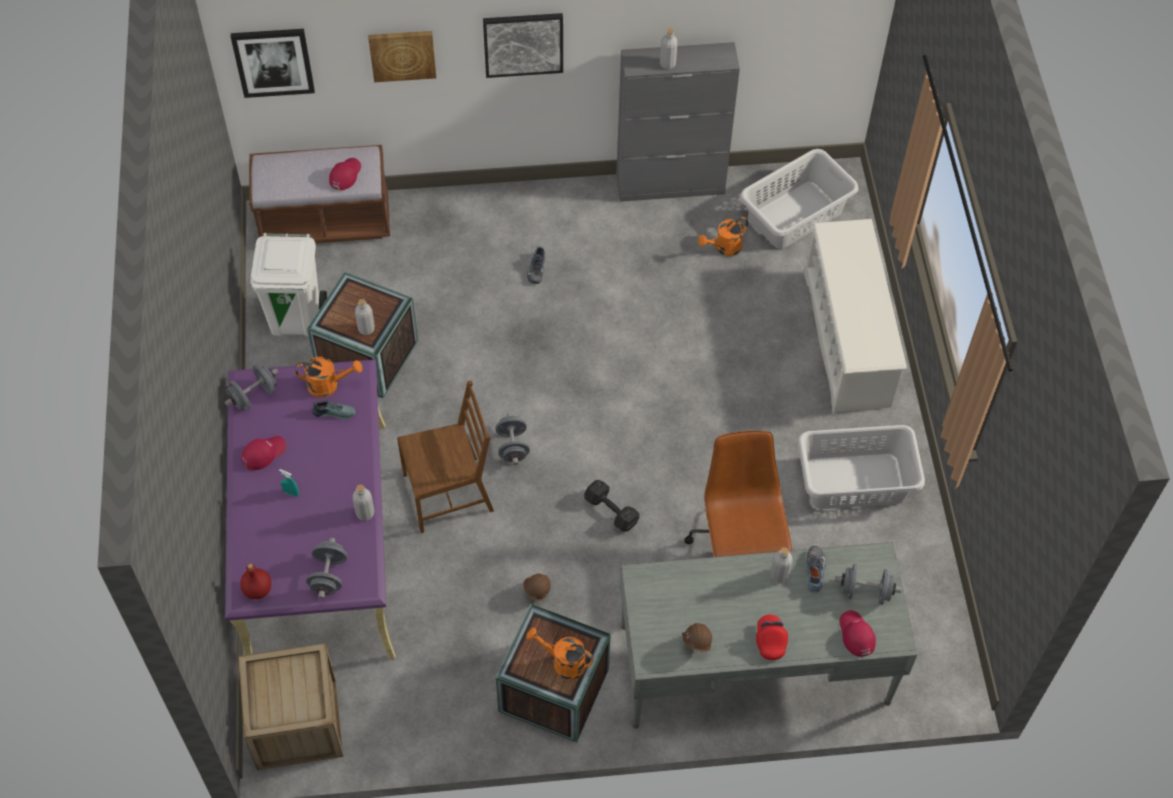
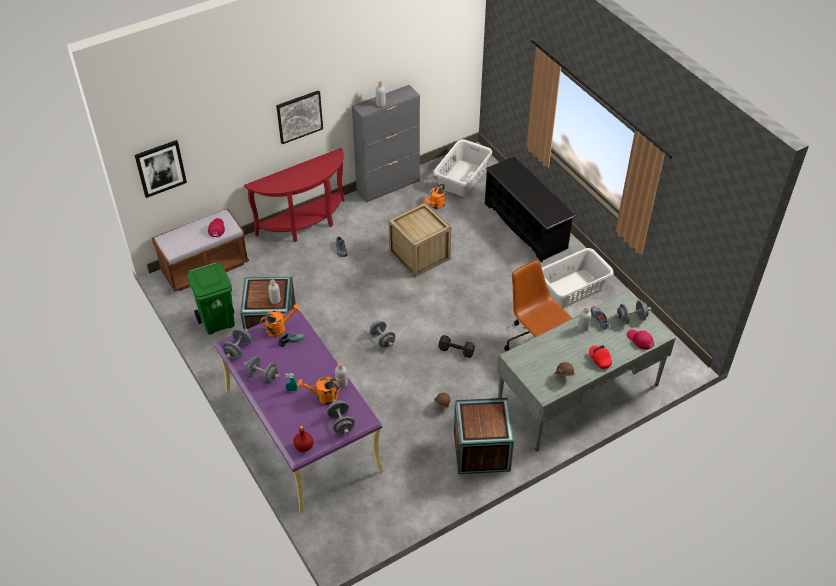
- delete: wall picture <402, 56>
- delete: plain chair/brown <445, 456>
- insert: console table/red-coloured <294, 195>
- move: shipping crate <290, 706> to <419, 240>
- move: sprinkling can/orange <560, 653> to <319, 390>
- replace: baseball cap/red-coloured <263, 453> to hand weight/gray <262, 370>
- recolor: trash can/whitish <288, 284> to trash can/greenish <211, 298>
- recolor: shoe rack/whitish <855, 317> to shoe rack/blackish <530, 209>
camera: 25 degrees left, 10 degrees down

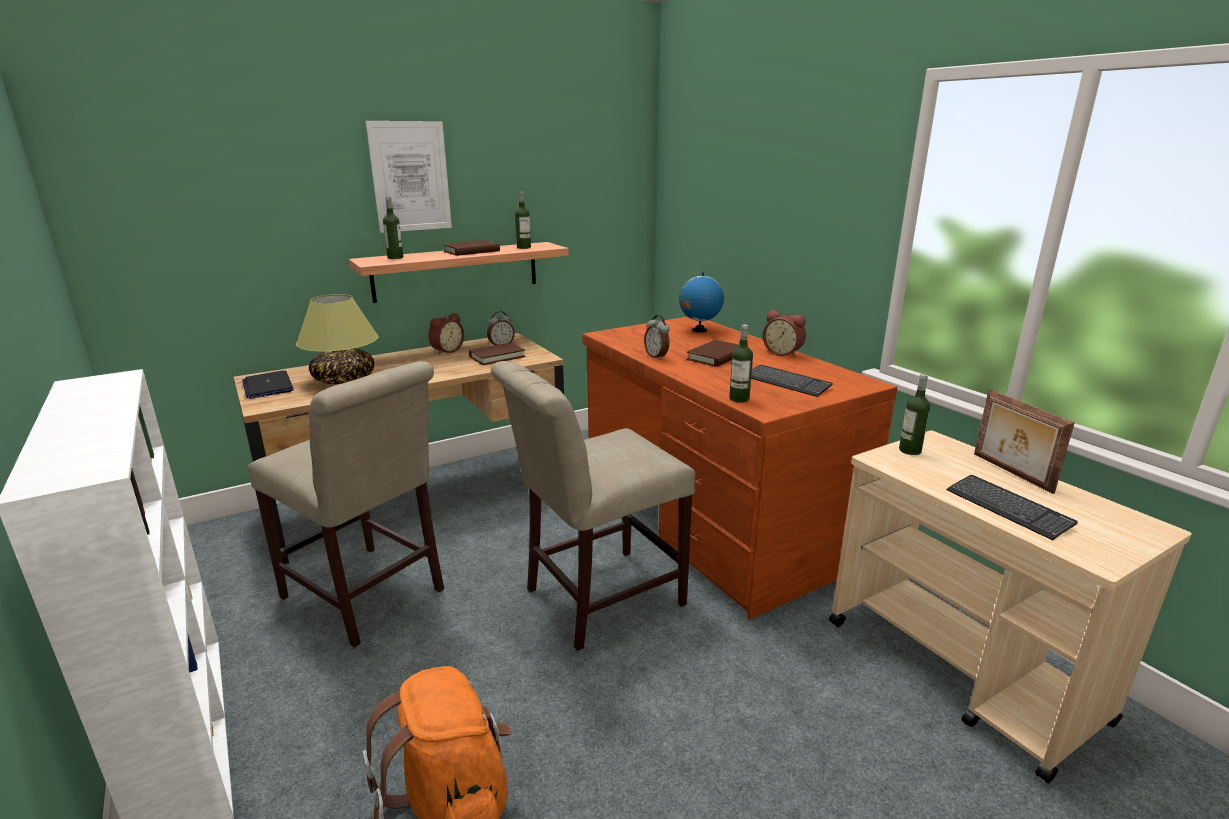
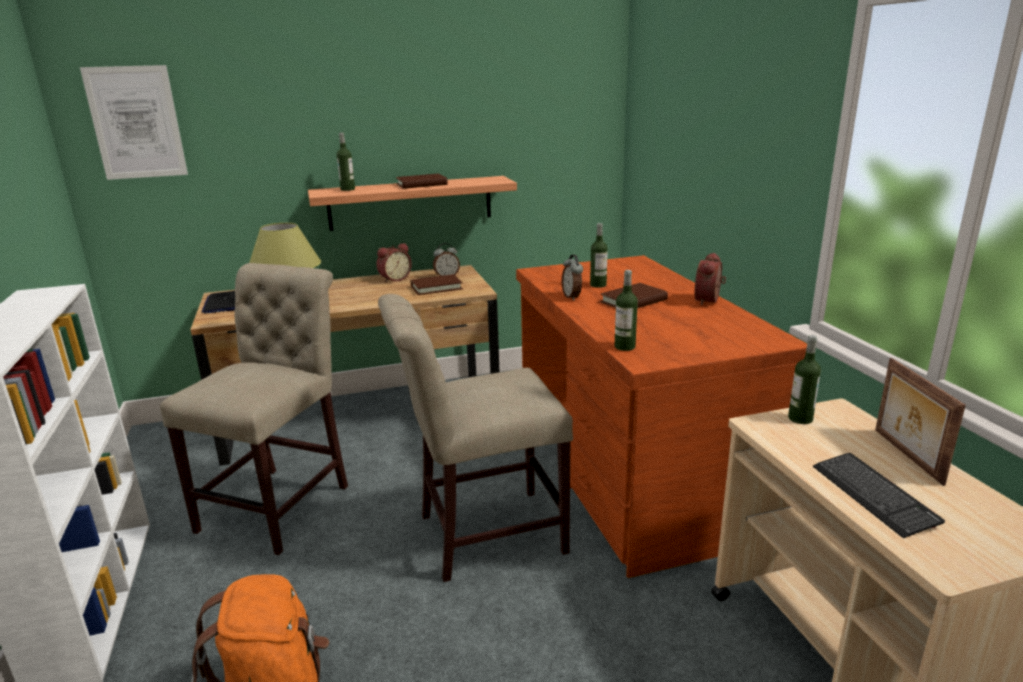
- delete: globe <701, 302>
- delete: computer keyboard <792, 381>
- move: wall picture <409, 177> to <134, 122>
- move: bottle <523, 220> to <599, 255>
- rotate: plain chair/beige <346, 504> = <254, 409> 120 degrees counterclockwise
- rotate: alarm clock <784, 333> = <710, 279> 60 degrees clockwise
camera: 15 degrees right, 0 degrees up

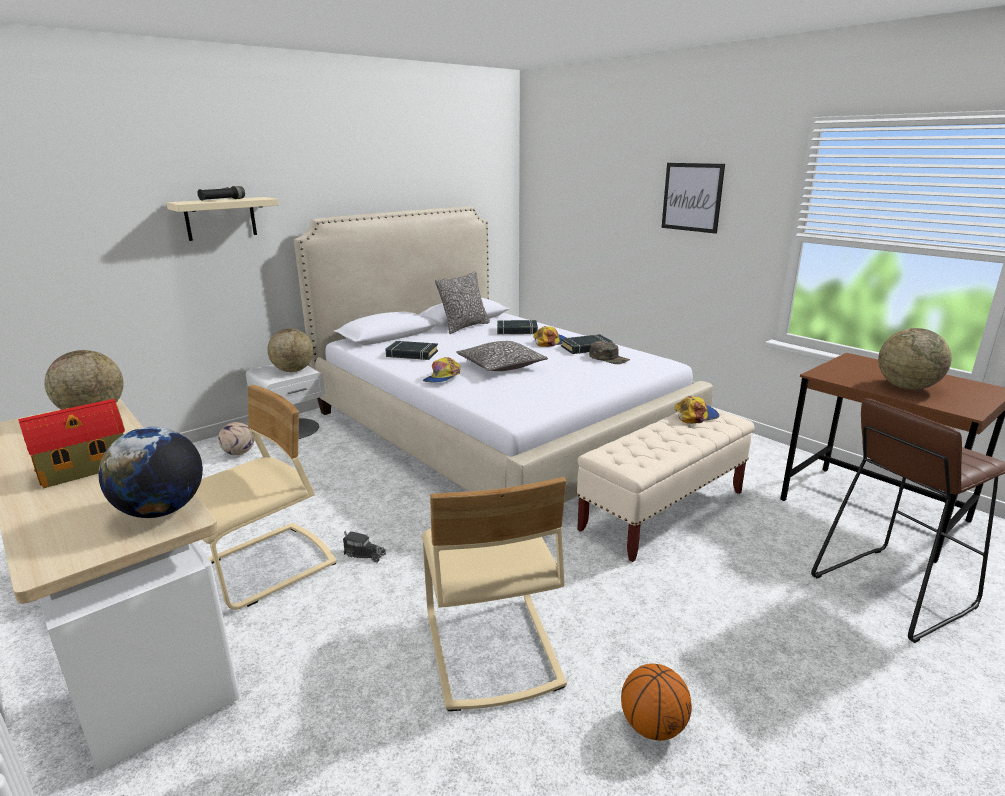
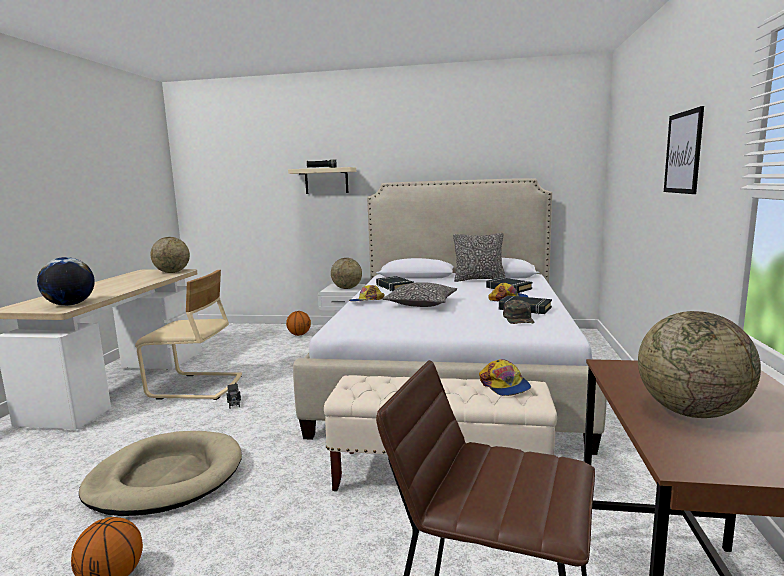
- delete: model house <71, 443>
- replace: ball for football <236, 438> to basketball <298, 323>
- replace: plain chair/beige <494, 594> to dog bed/beige <160, 473>
- rotate: baseball cap <697, 409> = <505, 377> 45 degrees clockwise
camera: 50 degrees right, 10 degrees down

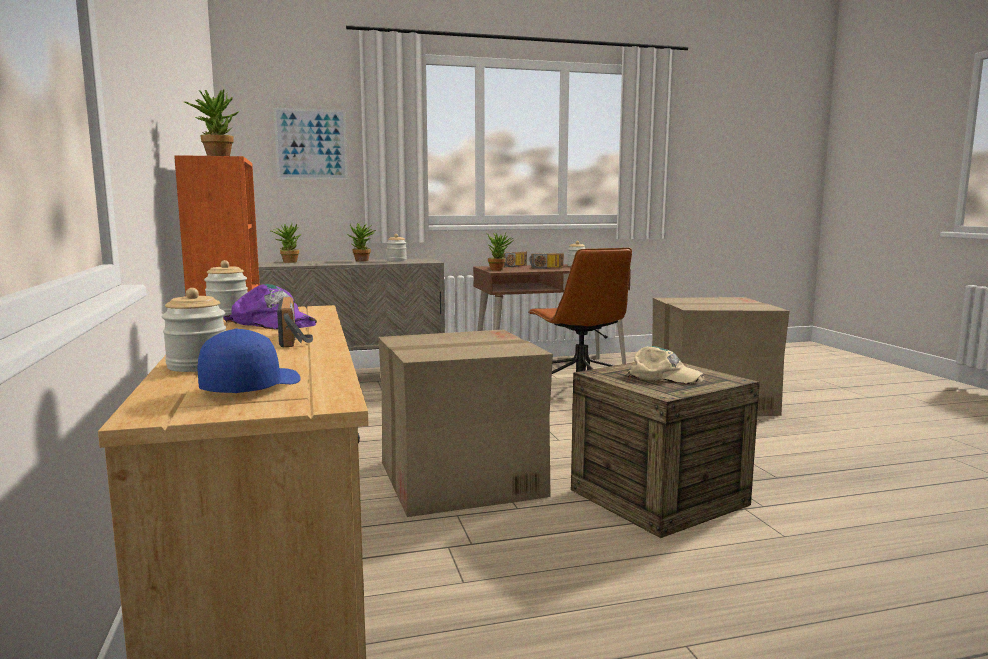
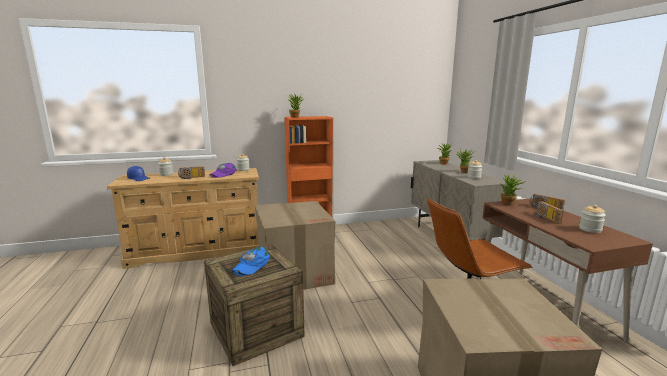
- delete: wall picture <311, 144>
- recolor: baseball cap/beige <665, 365> to baseball cap/bluish <251, 261>
camera: 90 degrees right, 5 degrees up

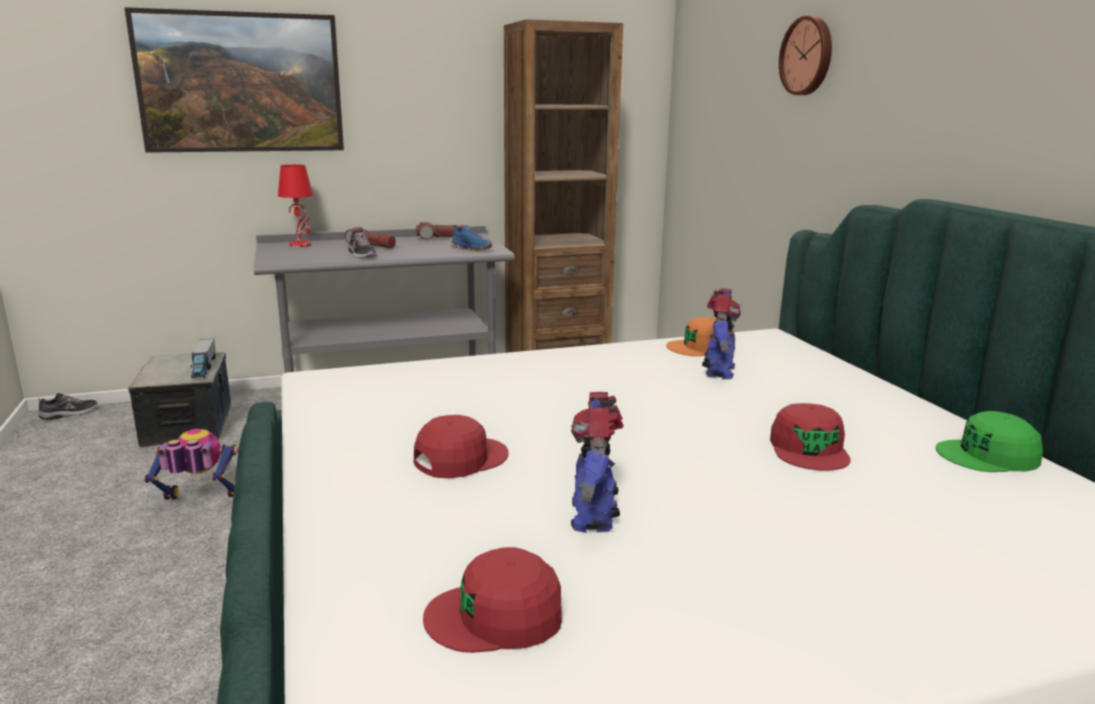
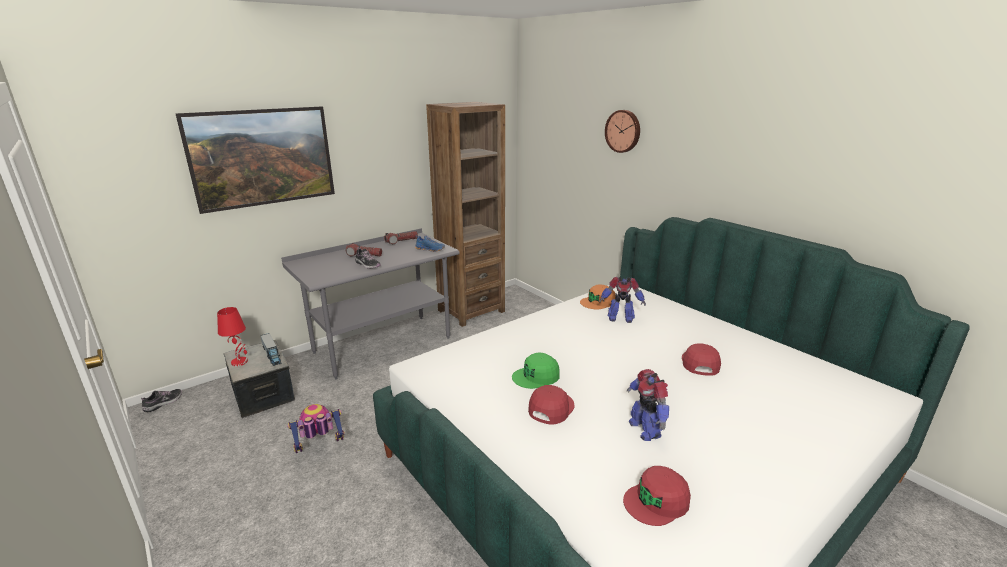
- move: lamp for a table/red-coloured <295, 206> to <232, 337>
- move: baseball cap/greenish <989, 441> to <536, 370>
- rotate: model robot <721, 333> = <622, 300> 105 degrees clockwise
- rotate: baseball cap/red-coloured <810, 437> = <701, 359> 150 degrees counterclockwise
camera: 20 degrees left, 5 degrees up

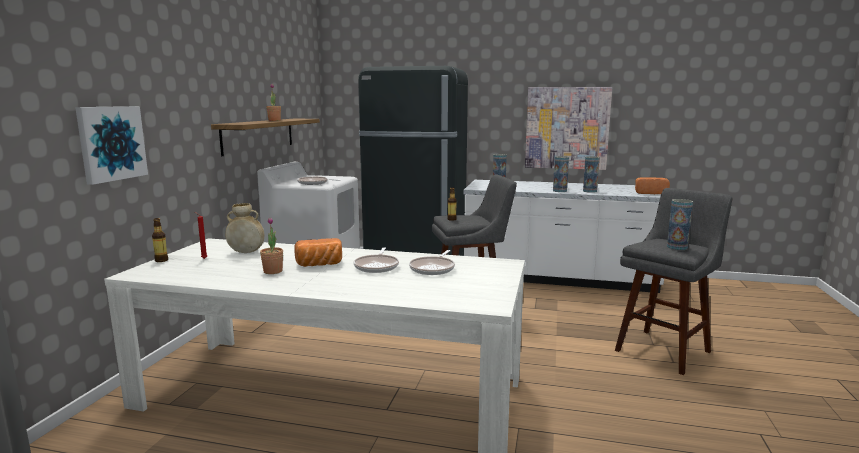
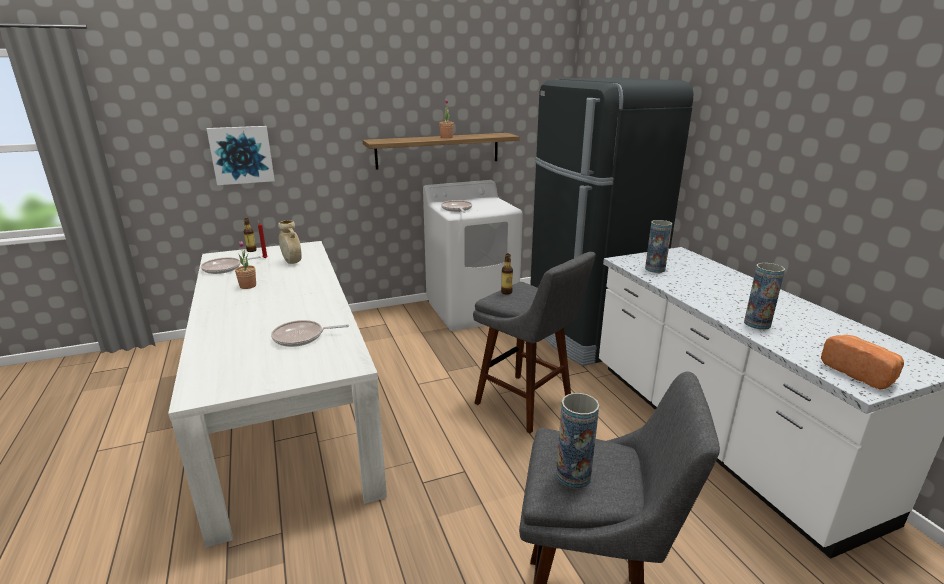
- delete: bakery bread <318, 252>
- delete: wall picture <568, 128>
- delete: decorative vase <561, 174>
- move: skillet <376, 260> to <231, 265>
camera: 55 degrees right, 10 degrees up

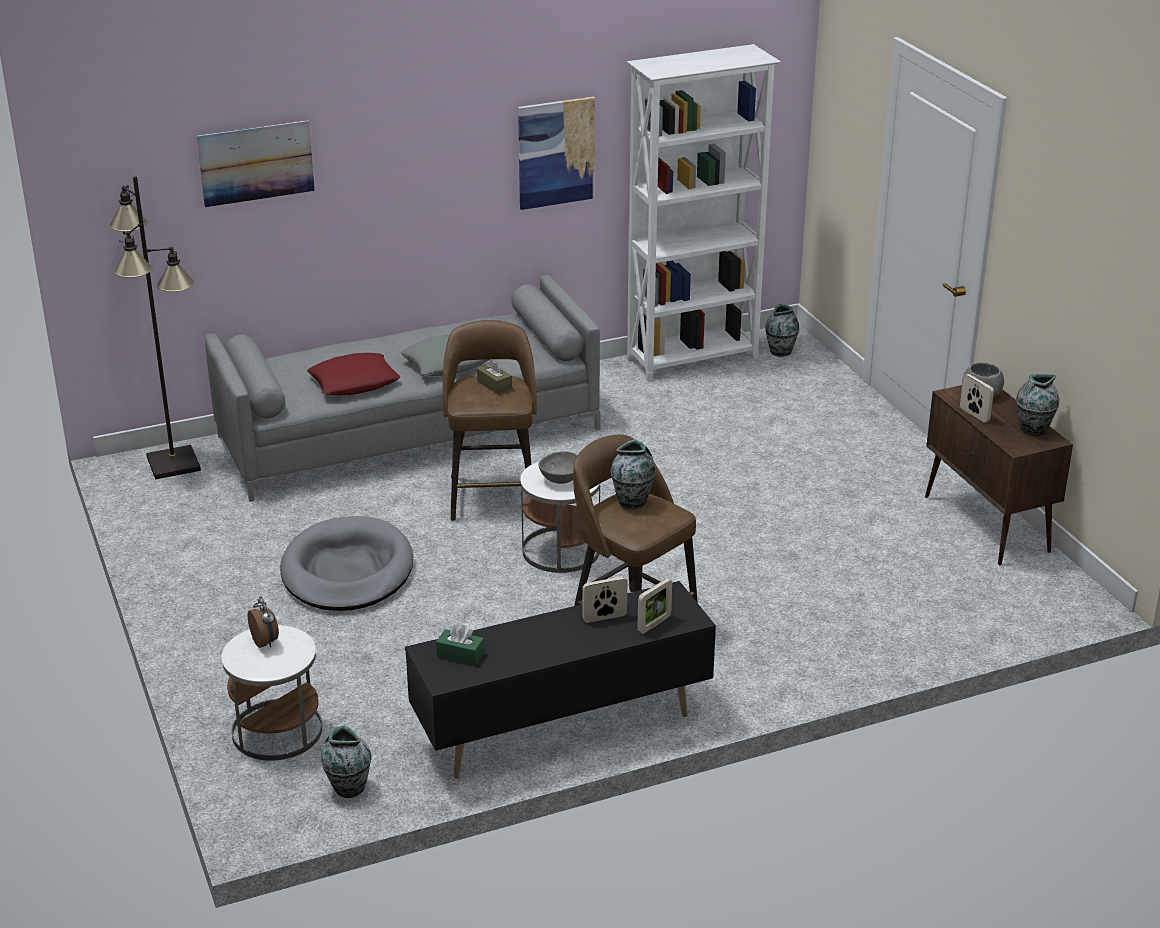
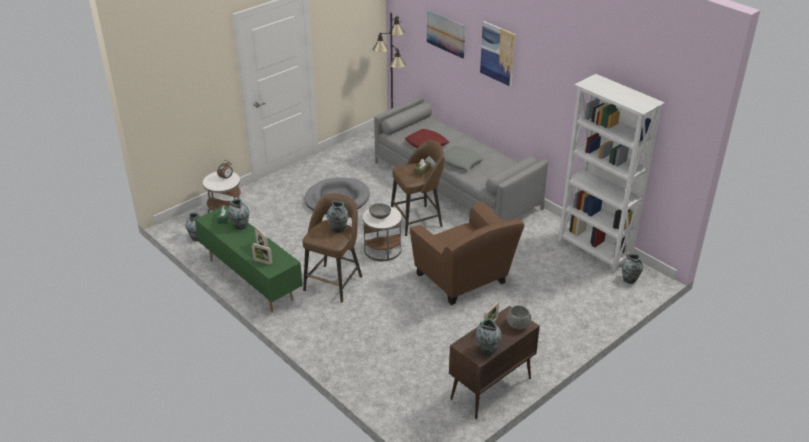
- insert: decorative vase <238, 214>
- insert: easy chair/brown <467, 253>
- move: wall picture <556, 153> to <497, 53>
- recolor: tv stand/blackish <560, 679> to tv stand/greenish <248, 258>
camera: 70 degrees right, 5 degrees up

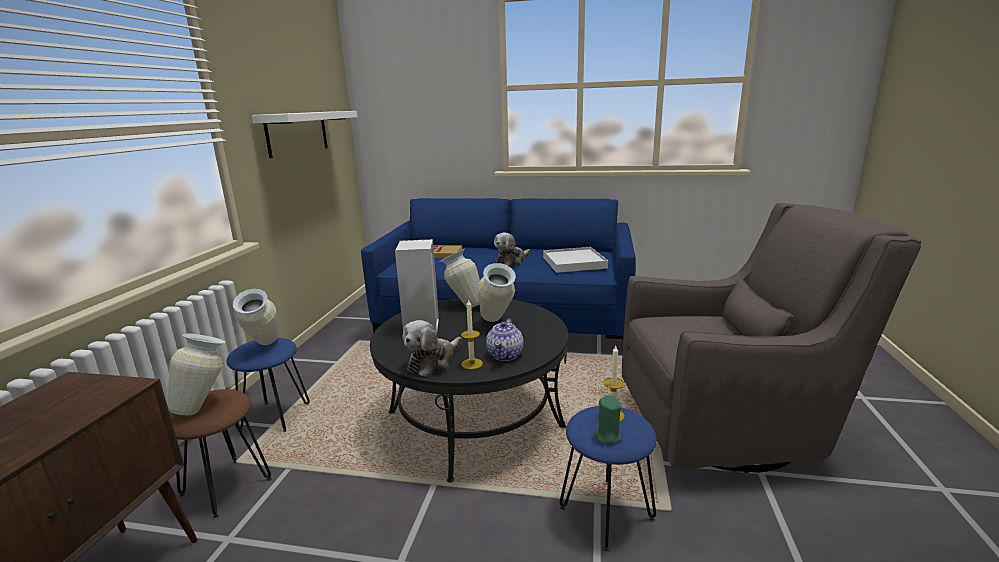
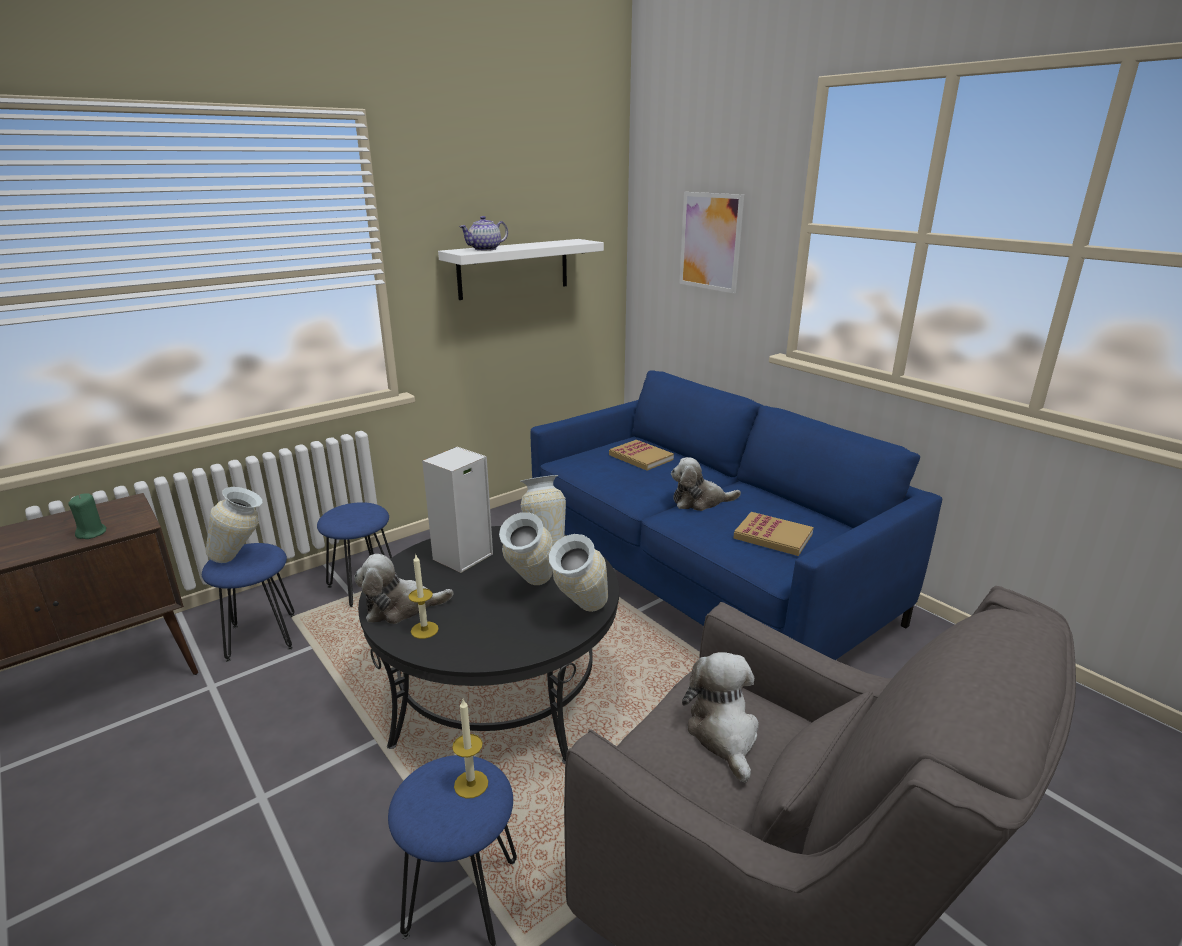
- insert: wall picture <711, 243>
- insert: plush toy <720, 717>
- move: decorative vase <255, 317> to <578, 573>
- move: pot for tea <504, 339> to <483, 233>
- move: candle/greenish <608, 420> to <87, 516>
- replace: tray/whitish <575, 260> to volume <773, 534>
- recolor: stool seat/brown <220, 453> to stool seat/bluish <248, 602>
camera: 40 degrees right, 5 degrees up

